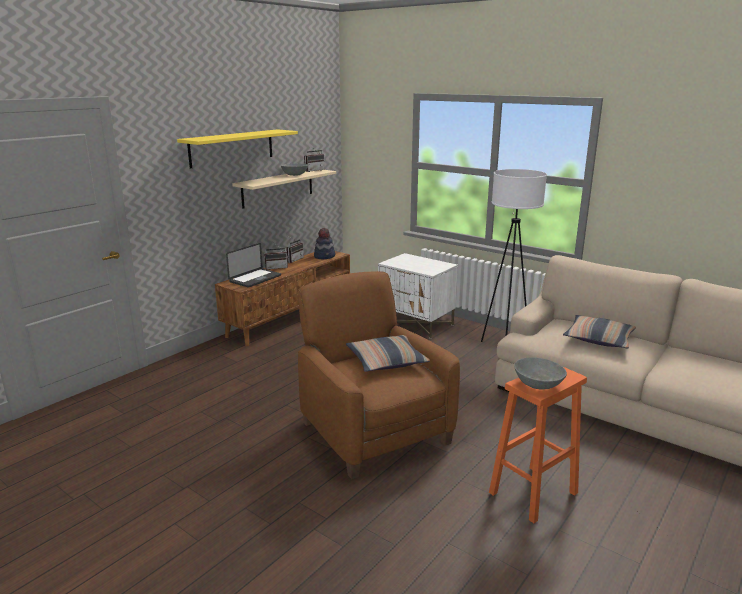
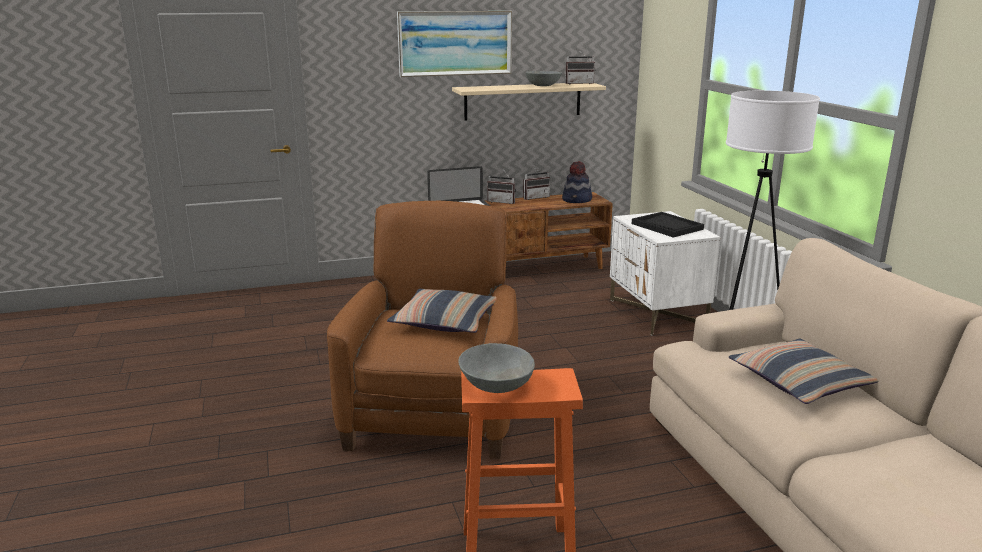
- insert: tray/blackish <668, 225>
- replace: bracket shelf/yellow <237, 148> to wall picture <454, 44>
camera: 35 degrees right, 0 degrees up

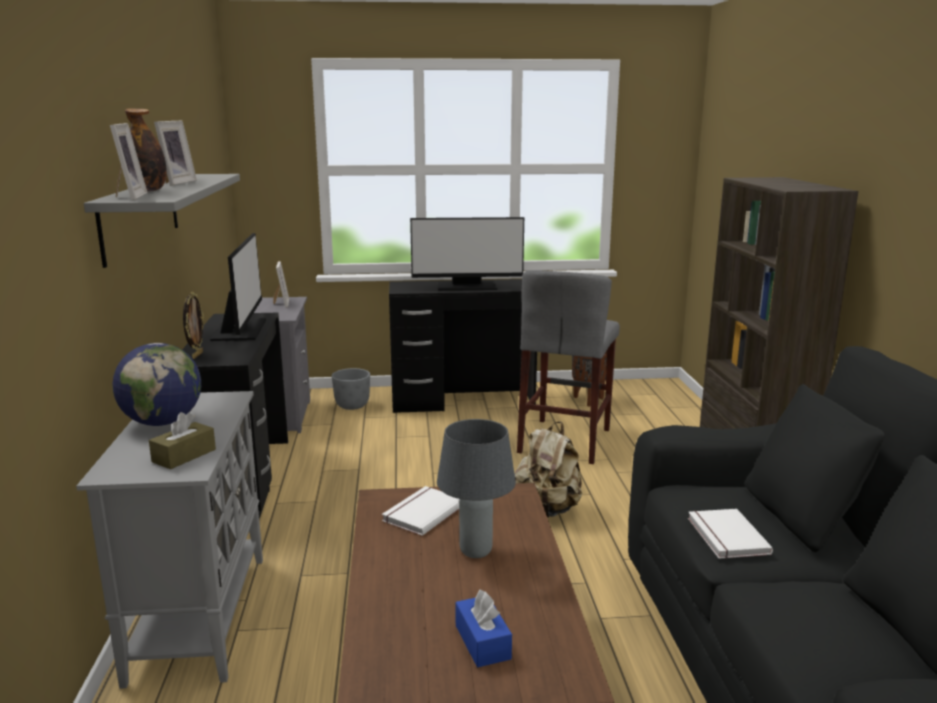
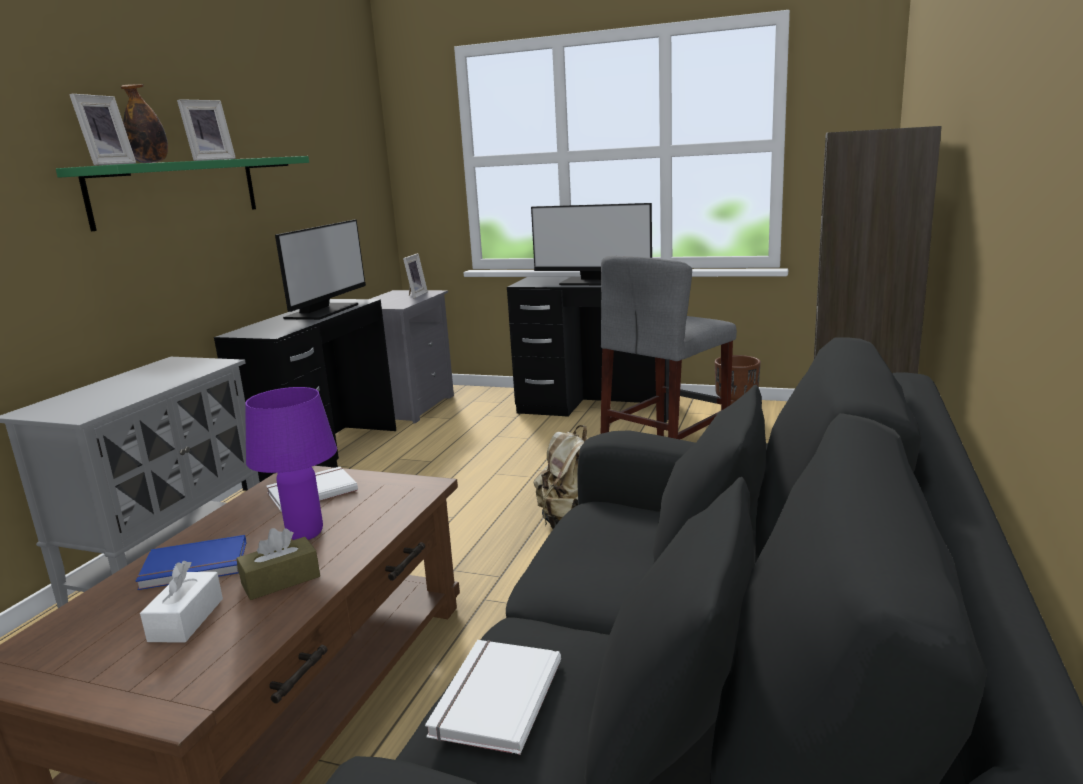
- delete: globe <156, 384>
- delete: photo frame <193, 325>
- delete: plant pot/gray <351, 389>
- insert: volume/bluish <191, 562>
- move: tissue holder/brown <182, 440> to <278, 564>
- move: volume/whitish <730, 534> to <493, 697>
- recolor: bracket shelf/gray <162, 221> to bracket shelf/greenish <182, 193>
- recolor: lamp for a table/gray <476, 488> to lamp for a table/purplish <291, 463>
- recolor: tissue holder/bluish <484, 628> to tissue holder/whitish <181, 601>
camera: 25 degrees right, 0 degrees up

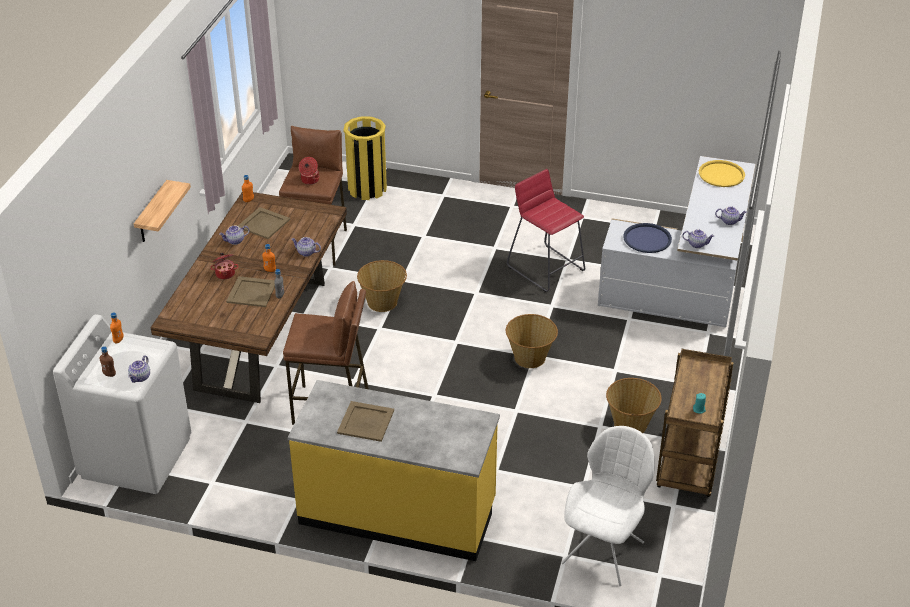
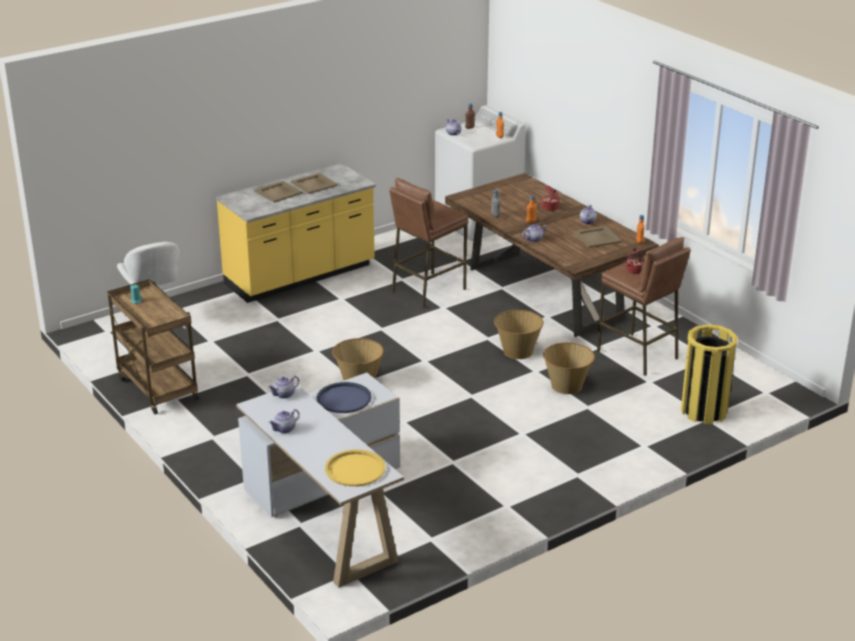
- delete: bracket shelf <162, 211>
- delete: stool seat/red-coloured <546, 230>
- move: tray/beige <250, 291> to <278, 192>
- move: storage basket <634, 405> to <569, 368>
camera: 130 degrees right, 10 degrees down

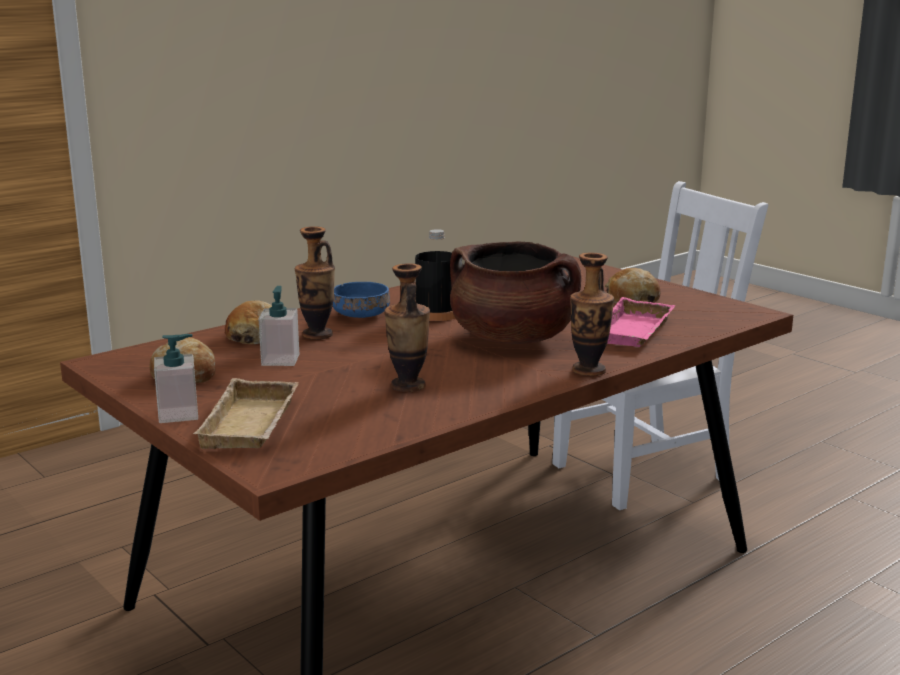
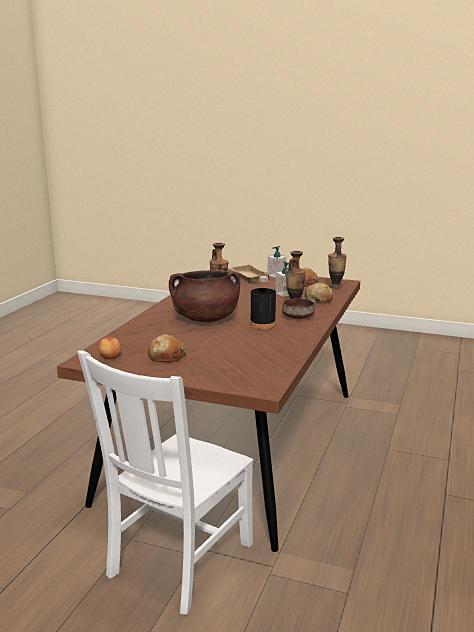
- delete: tray/pink <641, 322>
- insert: whole apple <109, 347>
- move: decorative vase <592, 314> to <337, 262>
- recolor: bowl/bluish <361, 300> to bowl/brown <298, 308>
camera: 150 degrees right, 0 degrees up

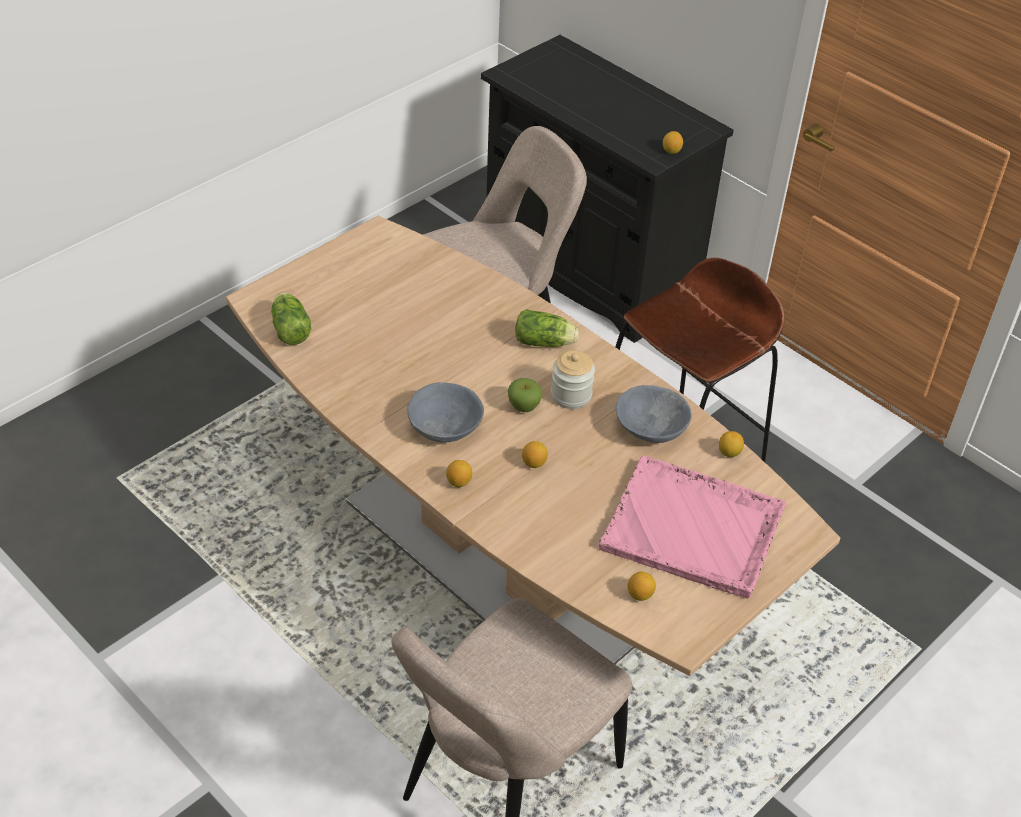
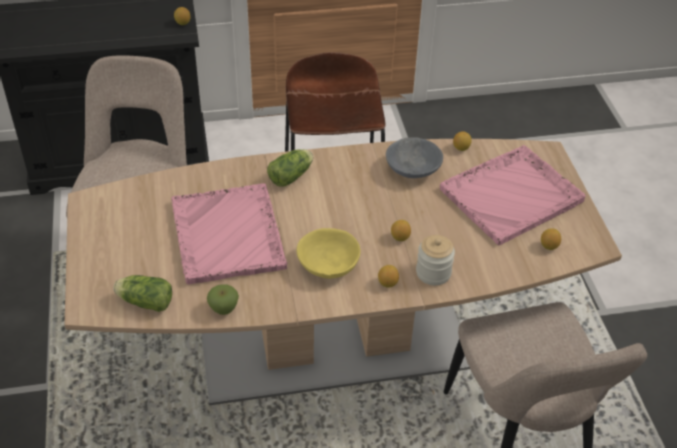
- insert: tray/pink <229, 233>
- move: whole apple <525, 395> to <223, 299>
- move: storage jar <573, 379> to <435, 260>
- recolor: bowl/gray <445, 412> to bowl/yellow <328, 253>
camera: 55 degrees left, 0 degrees up

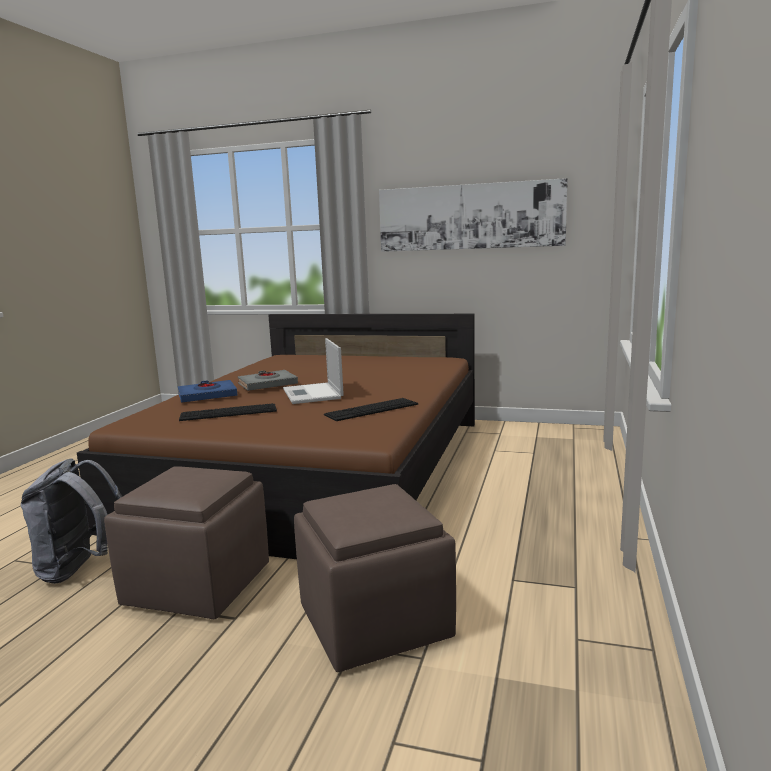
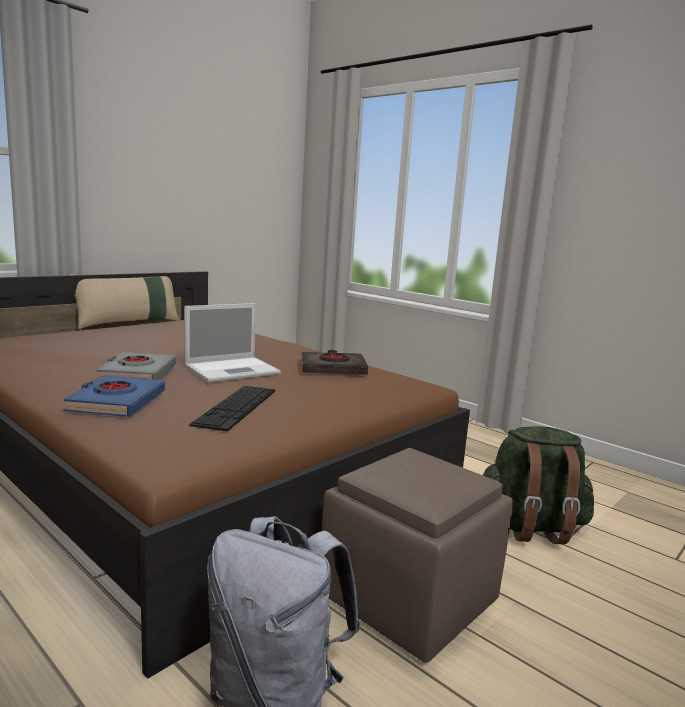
- delete: wall picture <473, 215>
- insert: throw pillow/beige <123, 300>
- replace: pouffe/brown <375, 578> to knapsack/greenish <538, 485>
- replace: computer keyboard <371, 409> to volume/blackish <334, 362>
- rotate: laptop <313, 371> = <232, 343> 45 degrees counterclockwise
camera: 65 degrees left, 0 degrees up

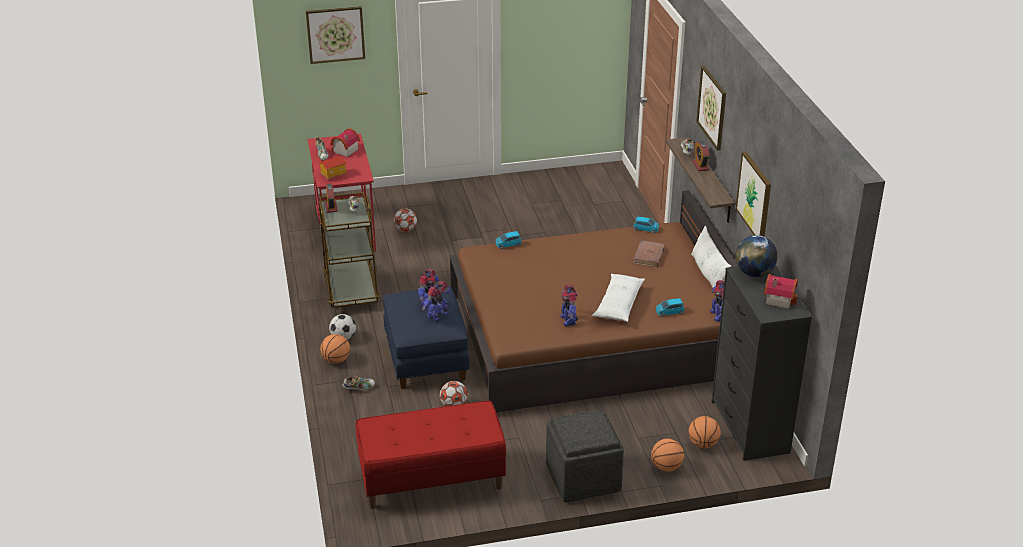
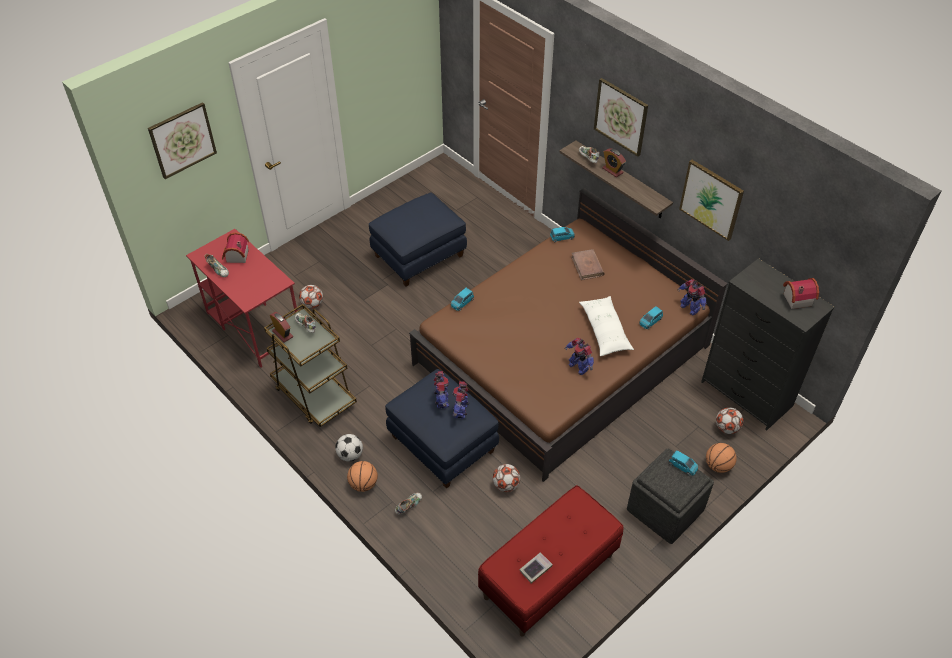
- delete: model house <333, 168>
- delete: throw pillow/whitish <711, 257>
- delete: globe <756, 256>
- insert: pouffe/bluish <418, 239>
- insert: volume <536, 568>
- insert: miniature car/bluish <684, 463>
- replace: basketball <704, 432> to ball for football <729, 420>
camera: 30 degrees left, 15 degrees up

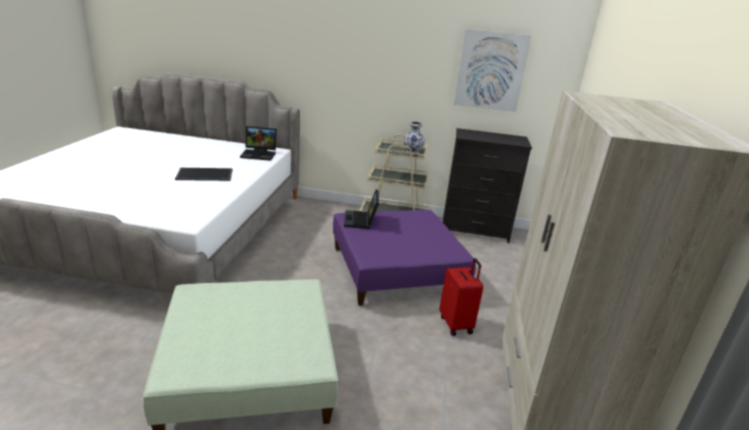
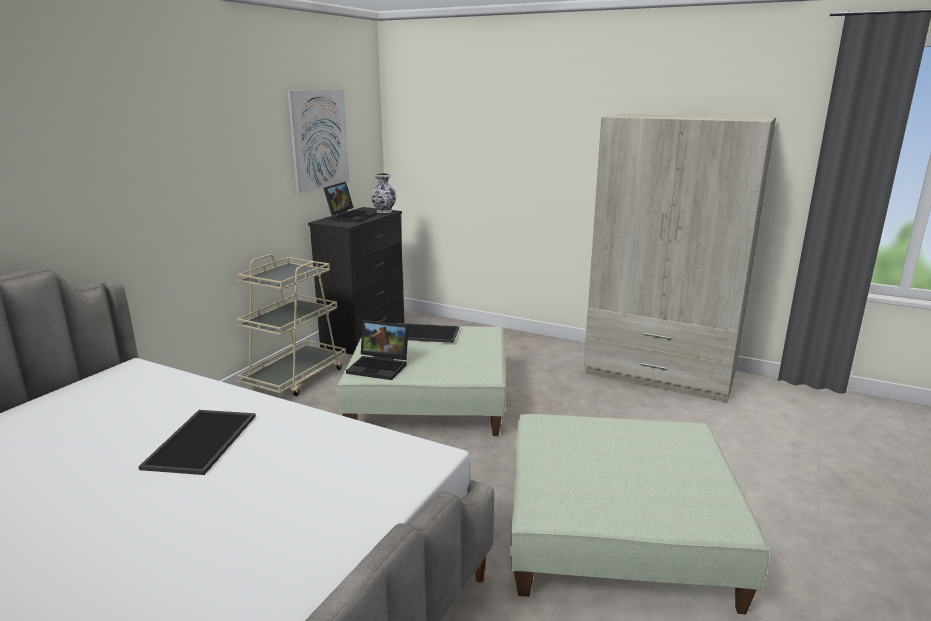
- delete: piece of luggage/red-coloured <461, 297>
- insert: tray <428, 333>
- move: laptop <258, 143> to <350, 202>
- move: decorative vase <414, 138> to <383, 193>
- recolor: pouffe/purplish <404, 258> to pouffe/greenish <422, 381>
camera: 70 degrees left, 5 degrees down

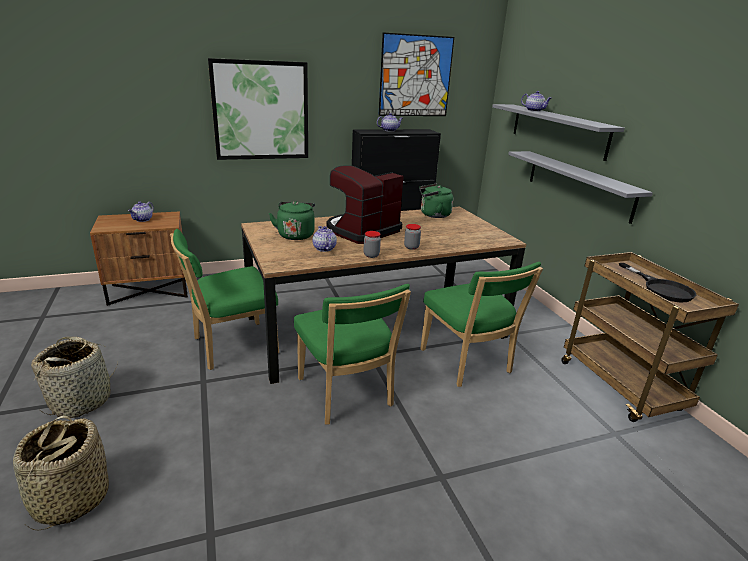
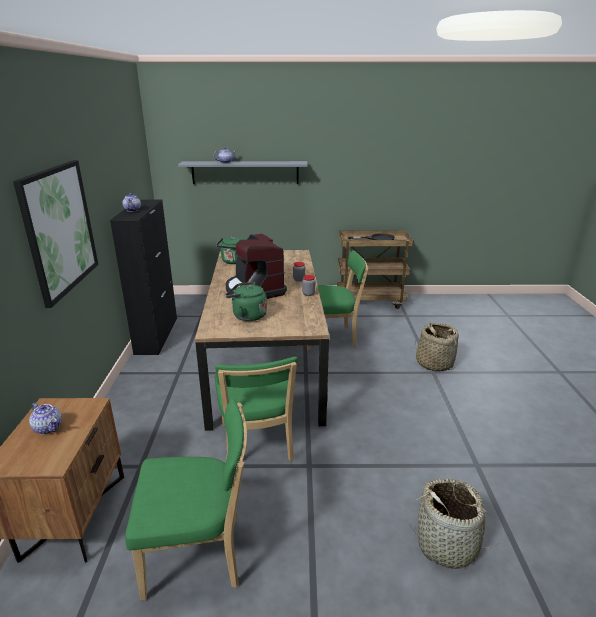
- delete: pot for tea <325, 239>
- delete: wall picture <416, 74>
- delete: bracket shelf/gray <580, 187>
- move: storage basket <74, 377> to <437, 347>
- move: plain chair/greenish <352, 354> to <186, 499>
camera: 70 degrees left, 0 degrees up

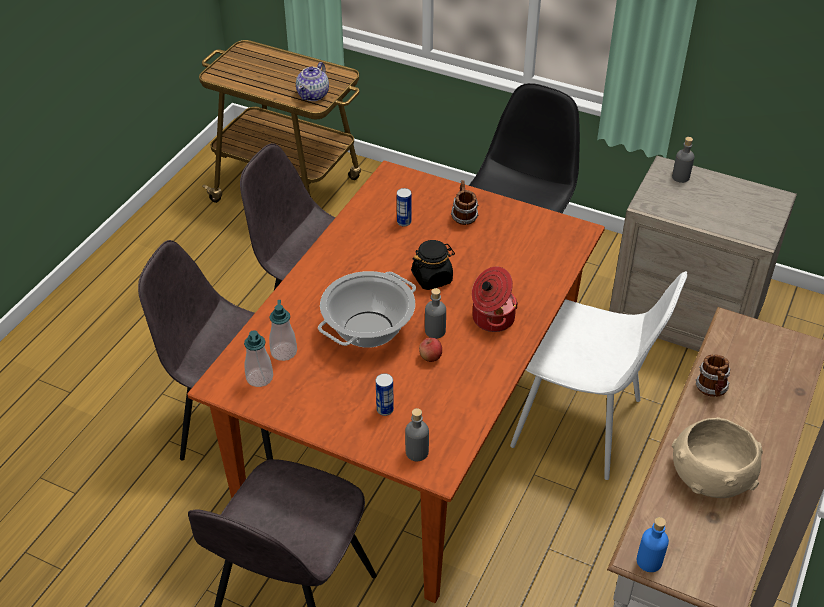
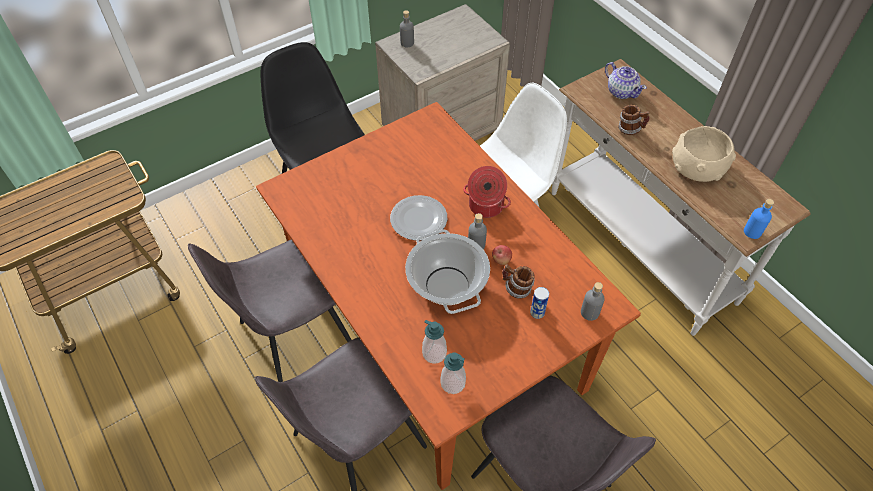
- delete: sealed can <404, 207>
- move: pot for tea <312, 81> to <626, 80>
- move: tea mug <465, 202> to <518, 281>
- replace: storage jar/blackish <433, 265> to plate <418, 218>
camera: 60 degrees left, 10 degrees up

